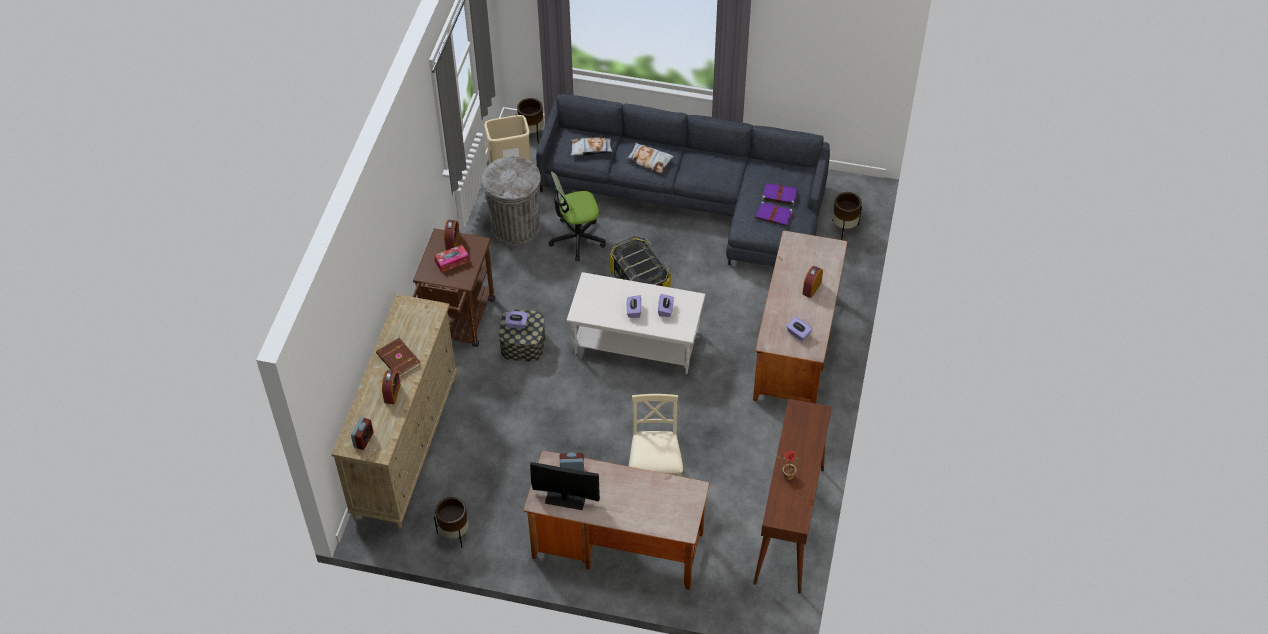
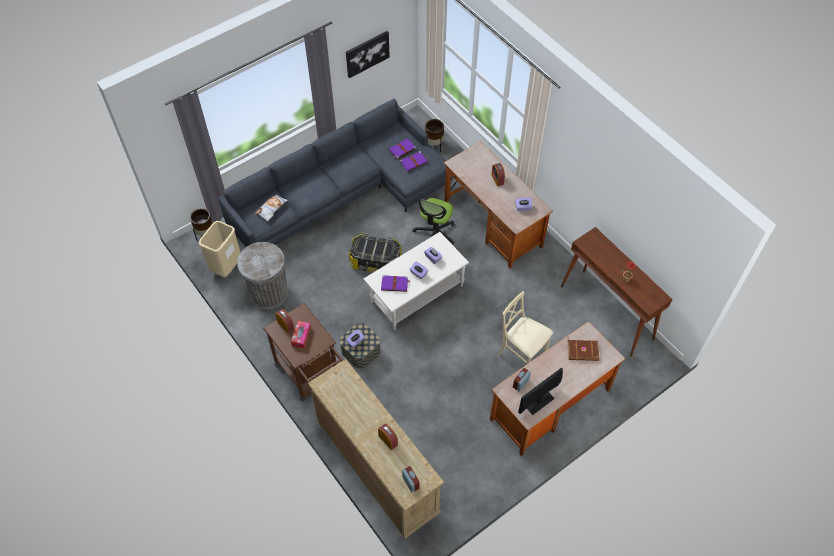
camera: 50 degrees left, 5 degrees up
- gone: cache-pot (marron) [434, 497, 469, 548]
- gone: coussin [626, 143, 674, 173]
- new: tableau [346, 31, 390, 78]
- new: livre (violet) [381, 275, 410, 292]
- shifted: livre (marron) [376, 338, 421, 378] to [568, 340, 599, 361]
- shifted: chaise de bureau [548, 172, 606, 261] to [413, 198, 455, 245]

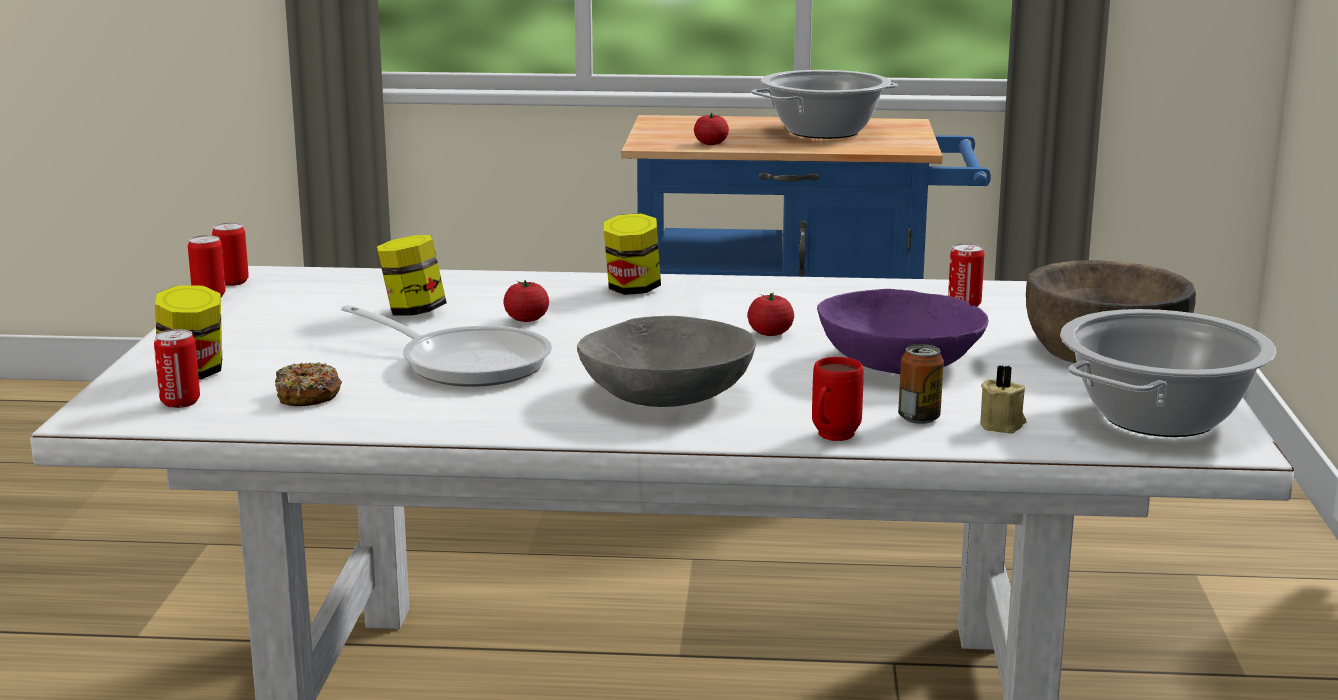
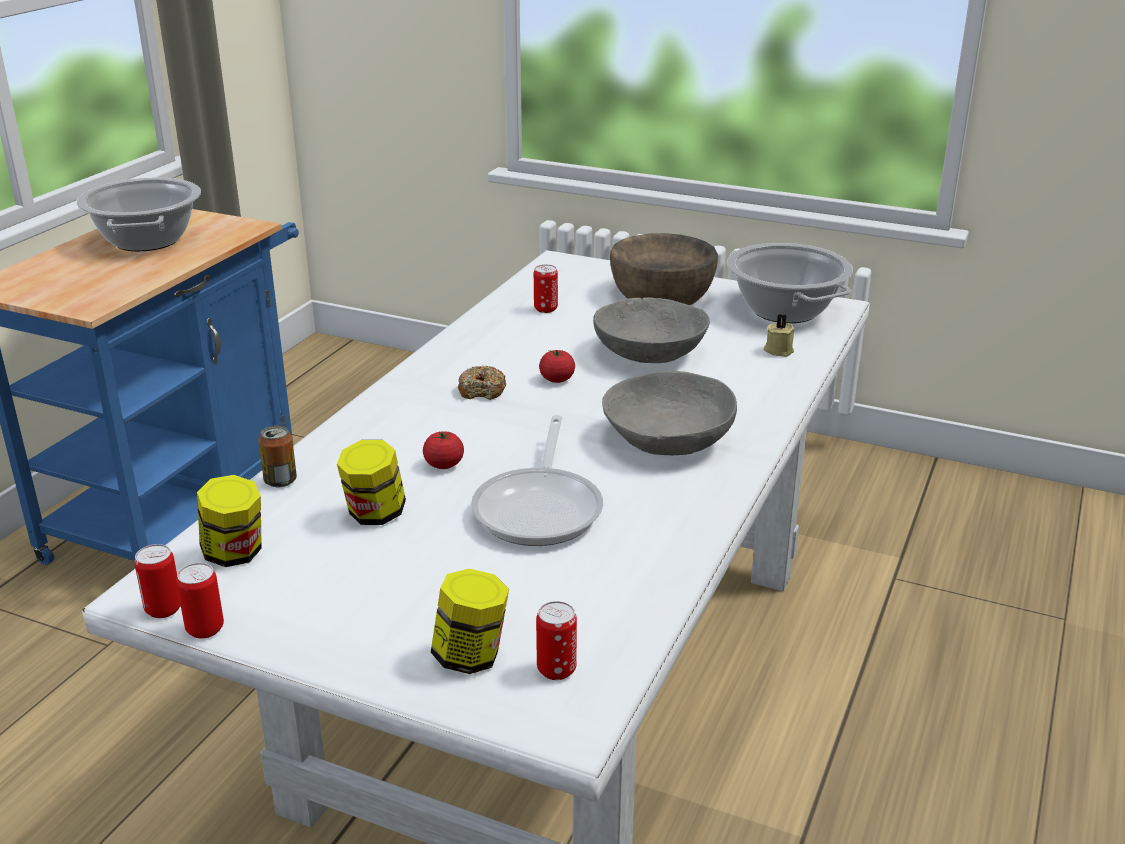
camera: 70 degrees left, 10 degrees up
- gone: tomate [694, 113, 729, 145]
- gone: mug (rouge) [812, 357, 864, 441]
- shifted: beignet [275, 362, 342, 406] to [458, 366, 506, 400]
- shifted: bocal [604, 213, 661, 295] to [197, 475, 262, 567]
- shifted: boîte métallique [898, 344, 944, 424] to [259, 425, 297, 487]
- repainted: bol (violet) [817, 289, 988, 374] to bol (gris) [593, 297, 710, 363]
- rotated: poêle [341, 305, 552, 387] = [471, 415, 603, 546] 135 degrees clockwise

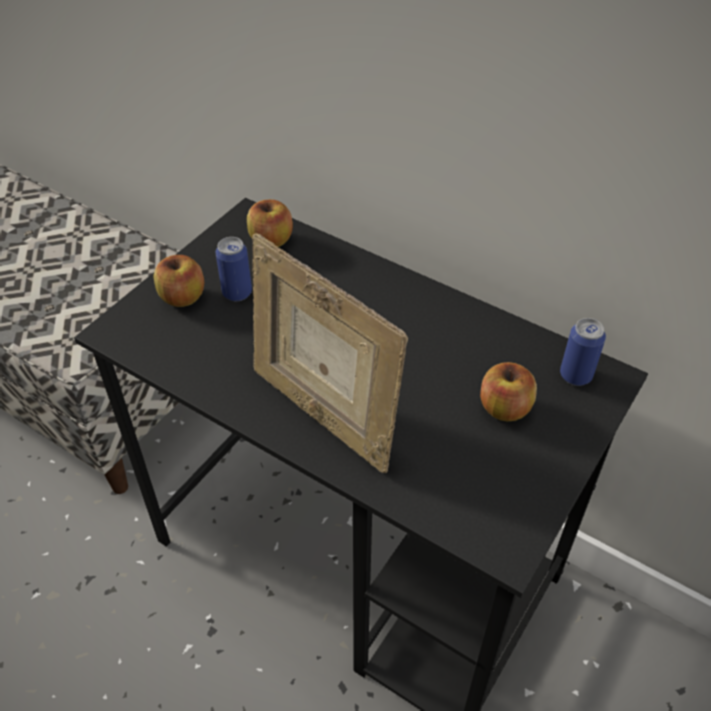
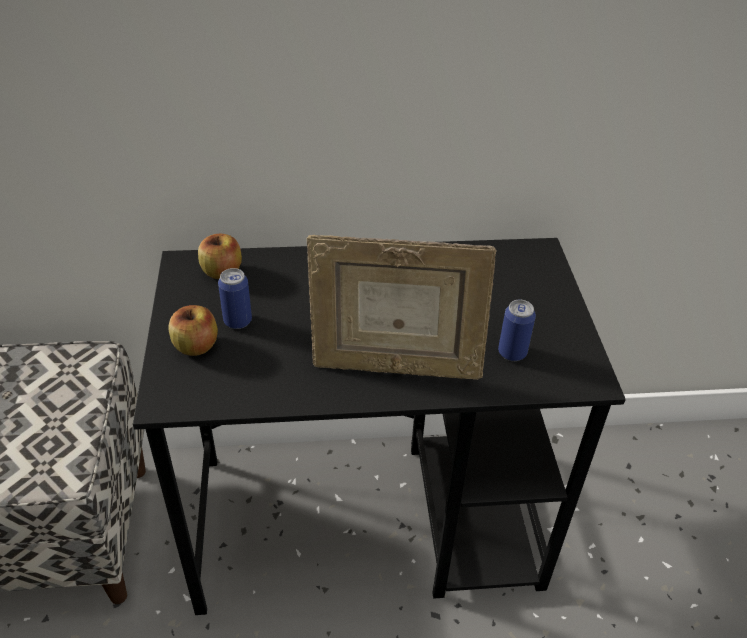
camera: 40 degrees left, 5 degrees down
- gone: pomme [480, 362, 537, 421]
- shifted: boîte métallique [560, 318, 606, 386] to [498, 300, 536, 361]

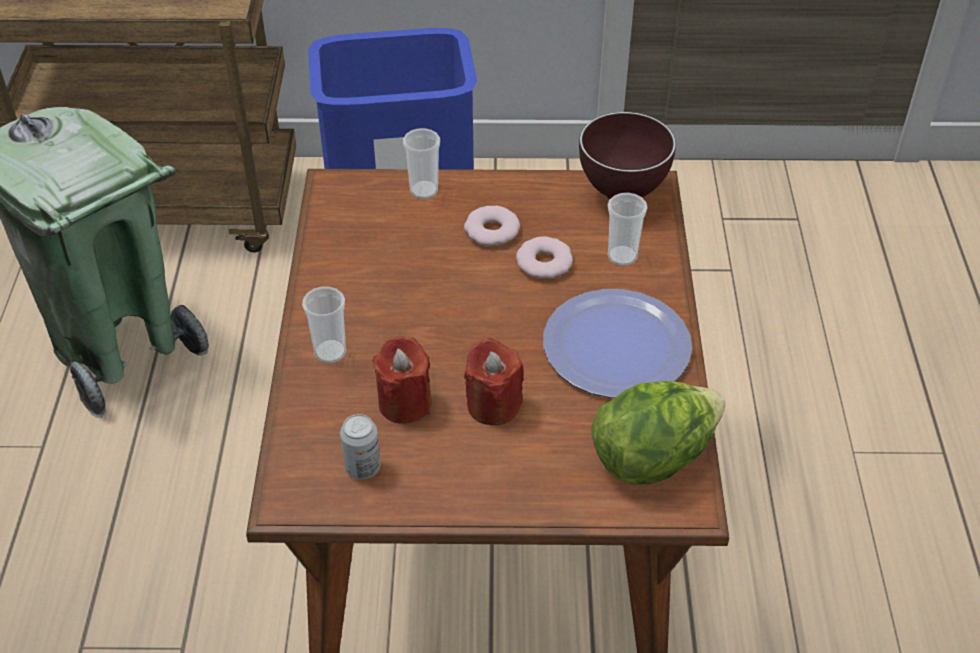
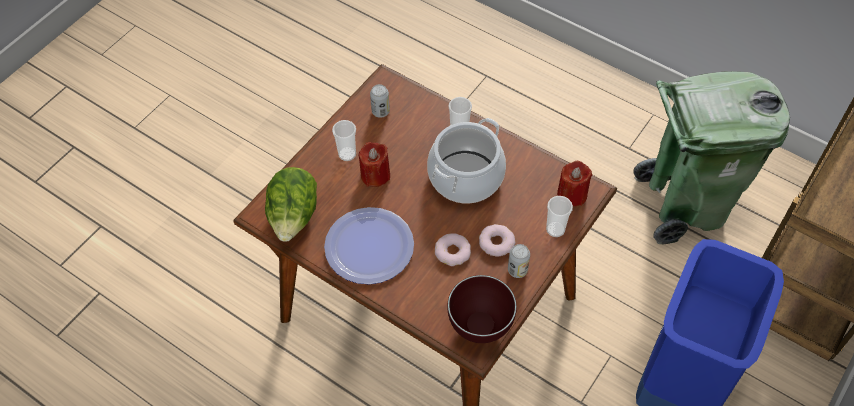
camera: 125 degrees right, 10 degrees up
- new: marmite [427, 118, 506, 203]
- new: boîte métallique [508, 244, 530, 278]
- shifted: bougie (rouge) [373, 336, 432, 424] to [557, 161, 592, 207]
- shifted: tasse [608, 193, 648, 266] to [332, 120, 356, 161]

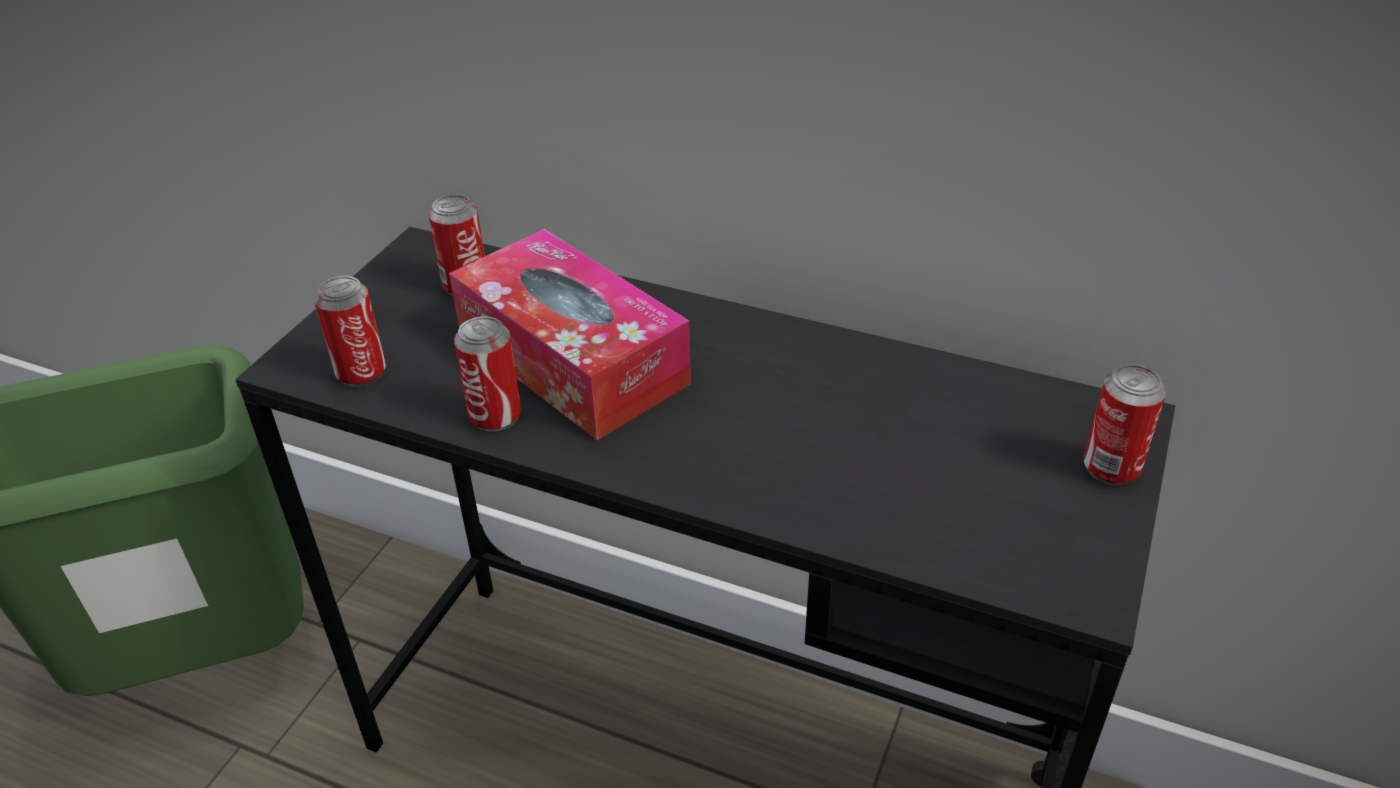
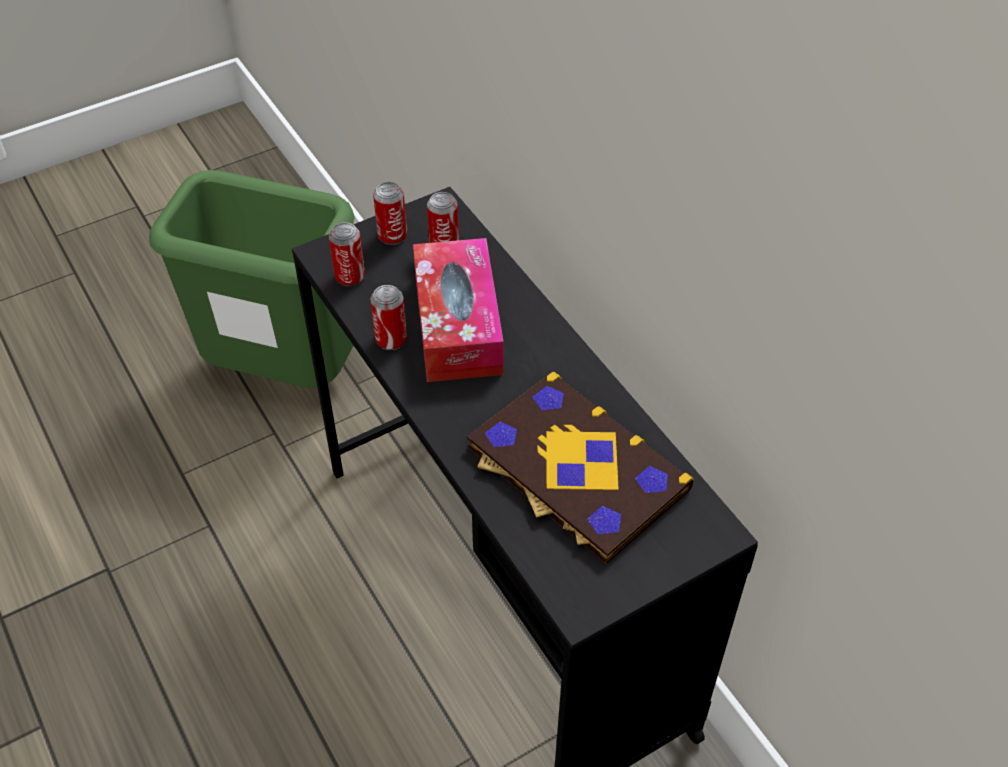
camera: 35 degrees right, 10 degrees up
- new: livre [467, 372, 694, 564]
- shifted: boîte métallique [1083, 364, 1166, 486] to [373, 182, 407, 245]

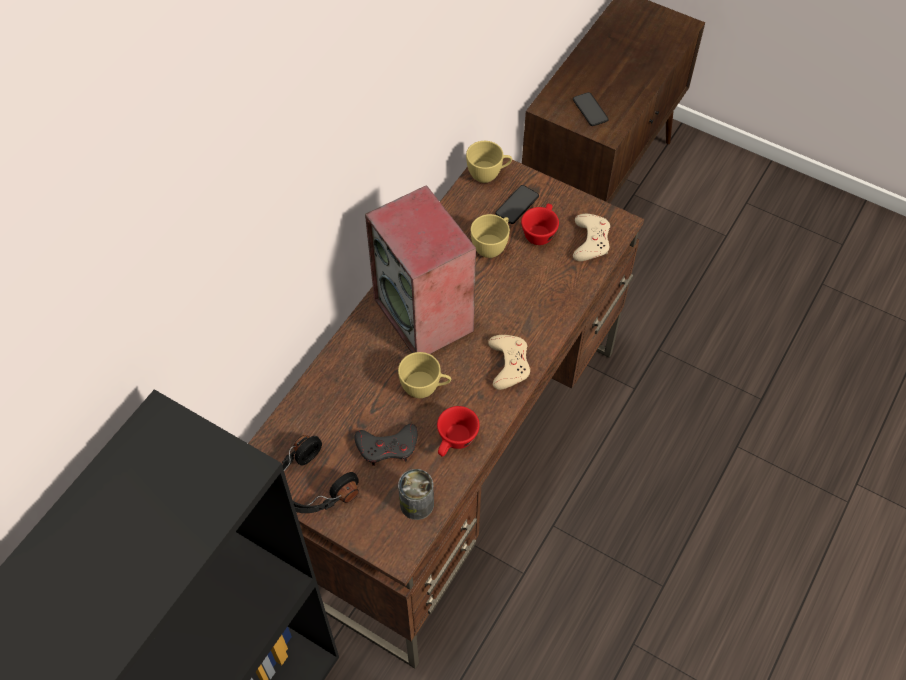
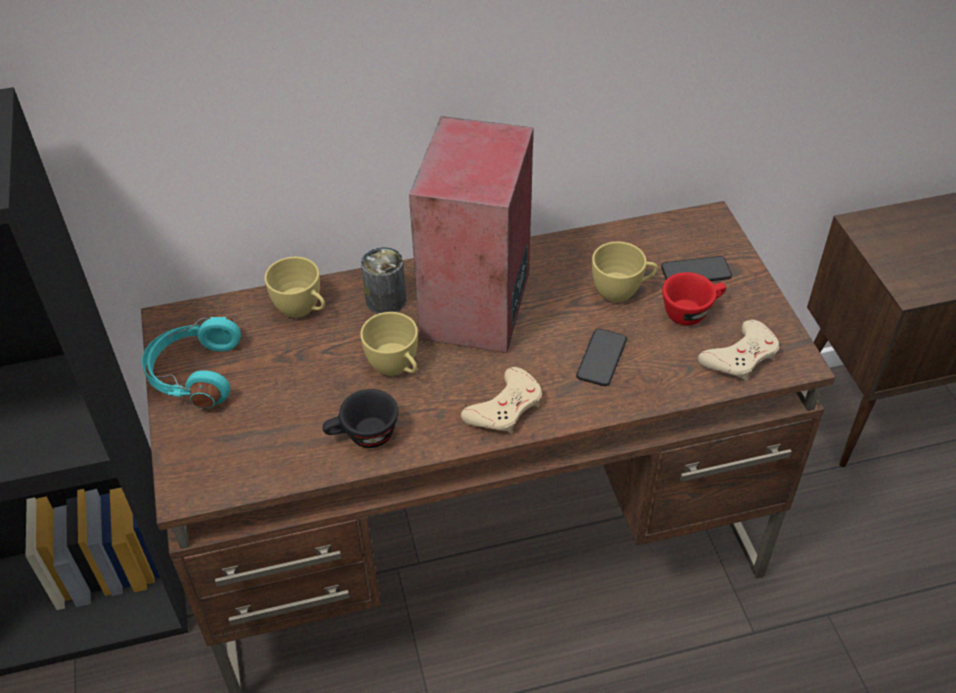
camera: 45 degrees right, 10 degrees down
- gone: manette (gris) [354, 424, 418, 466]
- shifted: boîte métallique [398, 469, 434, 520] to [361, 247, 406, 314]
- shifted: tasse (jaune) [466, 141, 512, 183] to [264, 257, 325, 318]
- shifted: téléphone [573, 92, 609, 126] to [576, 329, 627, 386]
- repainted: casque audio (noir) [282, 435, 359, 513] to casque audio (turquoise) [142, 315, 241, 409]
- repainted: tasse (rouge) [437, 406, 480, 457] to tasse (noir) [323, 389, 398, 448]

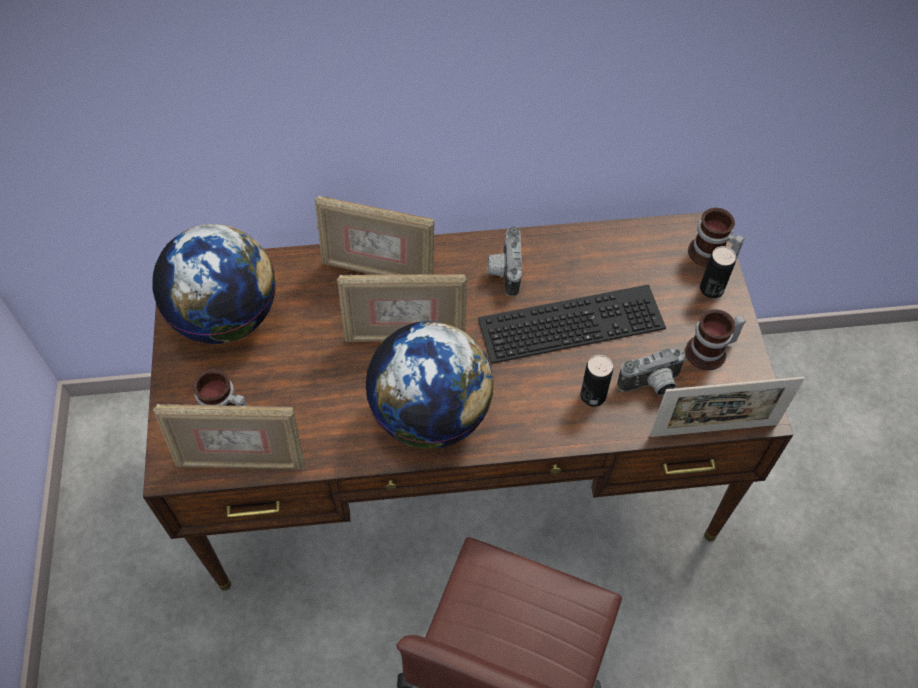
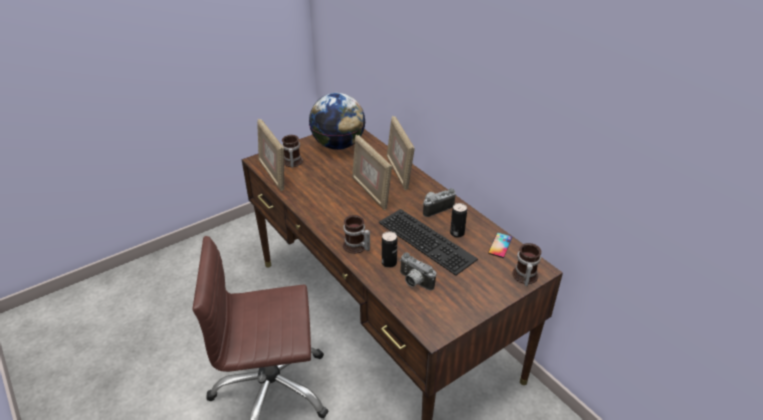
camera: 60 degrees right, 20 degrees down
- gone: globe [365, 321, 494, 449]
- gone: cadre photo [649, 377, 805, 437]
- new: téléphone [488, 233, 512, 258]
- shifted: mug [685, 310, 746, 370] to [343, 215, 370, 254]
- shifted: boîte métallique [700, 246, 736, 298] to [450, 203, 467, 238]

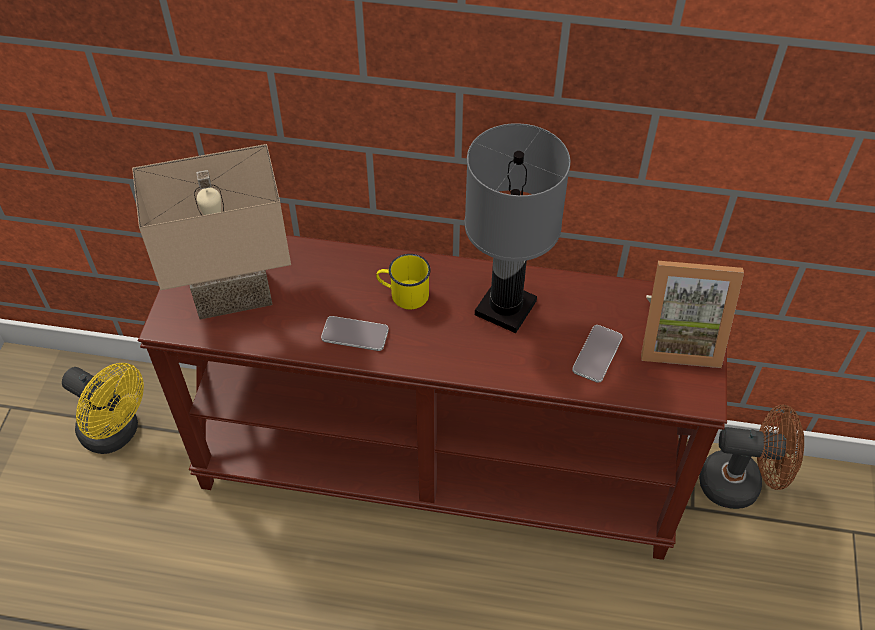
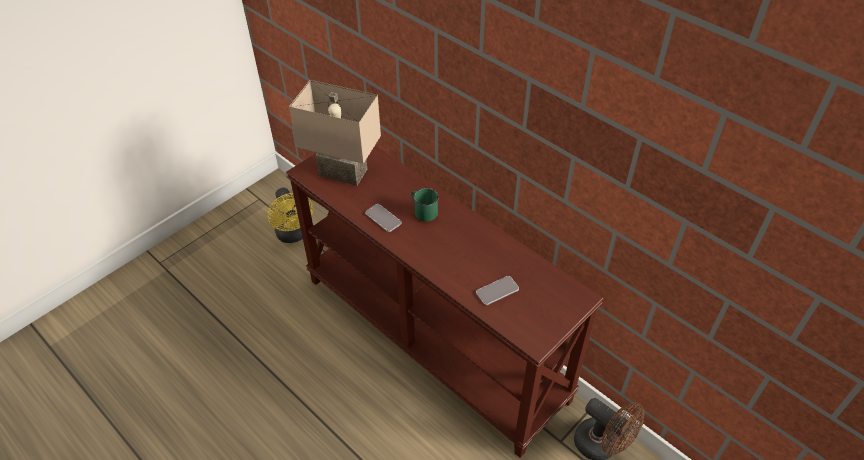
camera: 35 degrees right, 5 degrees down
- gone: lampe de table (gris) [465, 123, 570, 333]
- gone: cadre photo [641, 261, 744, 368]
- repainted: mug (jaune) [376, 254, 431, 309] to mug (vert) [411, 188, 439, 222]

